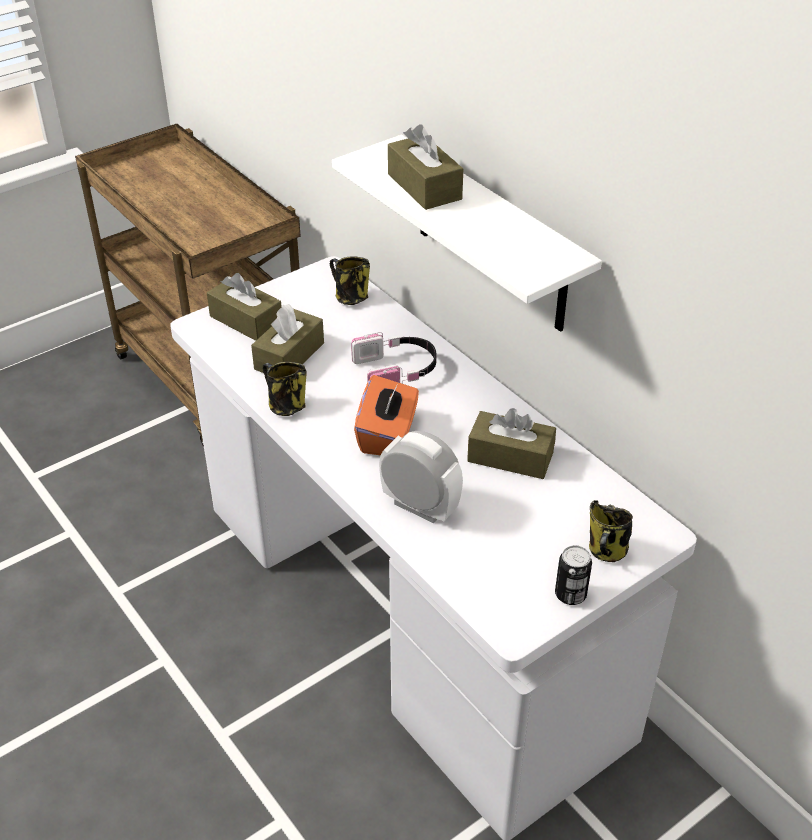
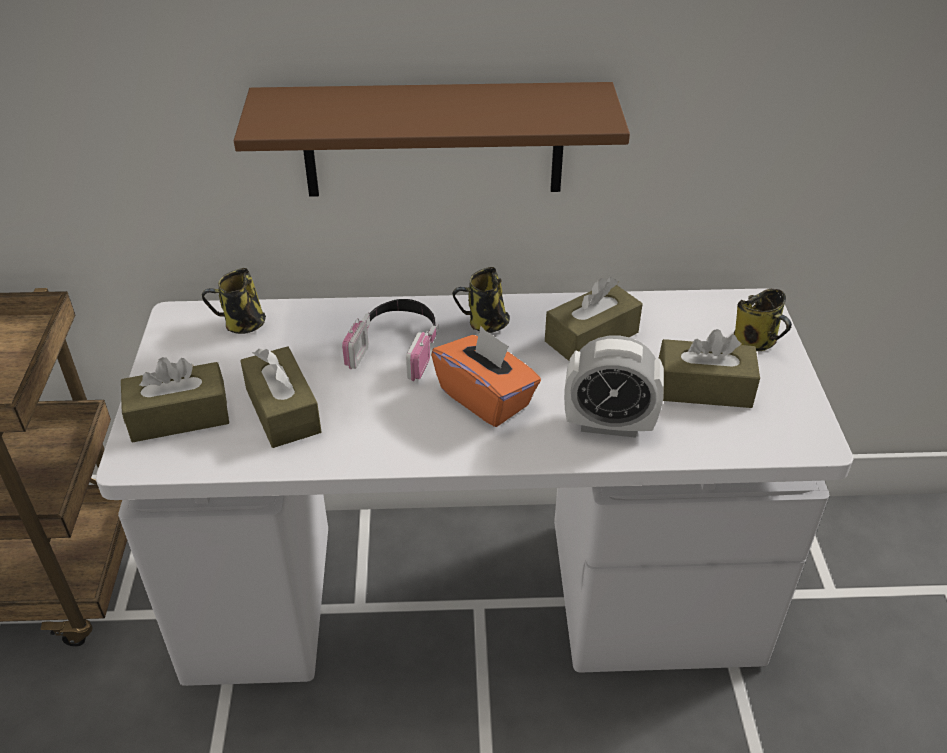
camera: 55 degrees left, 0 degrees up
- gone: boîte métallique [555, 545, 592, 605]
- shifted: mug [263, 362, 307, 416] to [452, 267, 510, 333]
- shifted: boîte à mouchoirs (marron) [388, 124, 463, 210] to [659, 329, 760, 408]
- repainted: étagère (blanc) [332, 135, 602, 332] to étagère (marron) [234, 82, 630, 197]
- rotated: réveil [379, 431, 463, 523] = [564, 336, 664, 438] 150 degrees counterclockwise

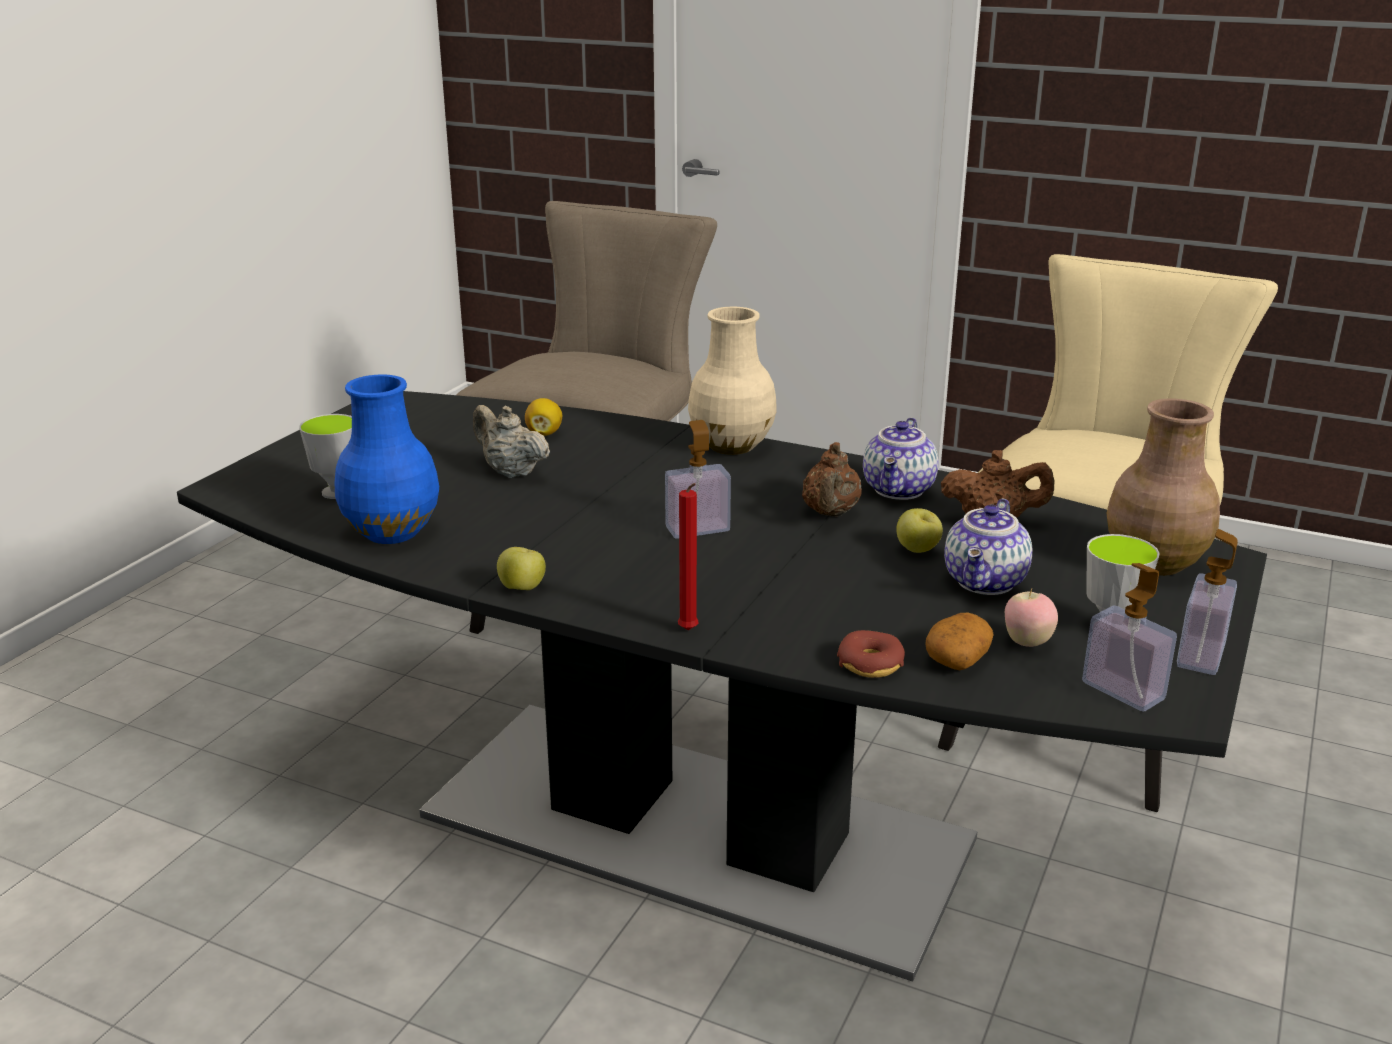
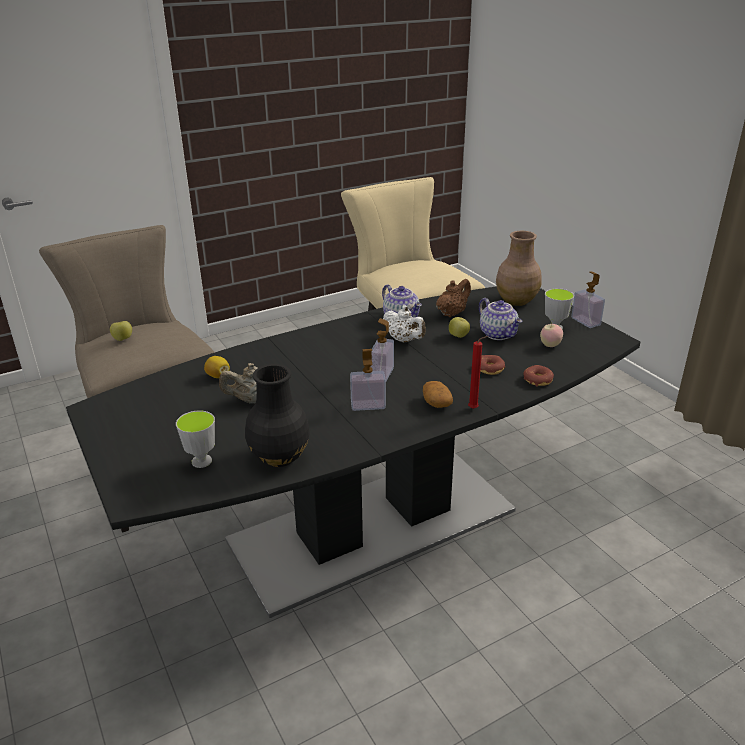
camera: 55 degrees left, 5 degrees up
- gone: vase (beige) [688, 307, 777, 455]
- new: beignet [480, 355, 505, 375]
- shifted: pomme [497, 547, 546, 590] to [110, 321, 132, 341]
- shifted: pomme de terre [925, 613, 994, 671] to [423, 381, 453, 408]
- shifted: distributeur de savon [1082, 563, 1177, 712] to [350, 349, 386, 411]
- repainted: vase (bleu) [334, 374, 439, 544] to vase (noir) [245, 364, 310, 467]
- repainted: théière (marron) [802, 442, 862, 517] to théière (blanc) [383, 305, 426, 343]

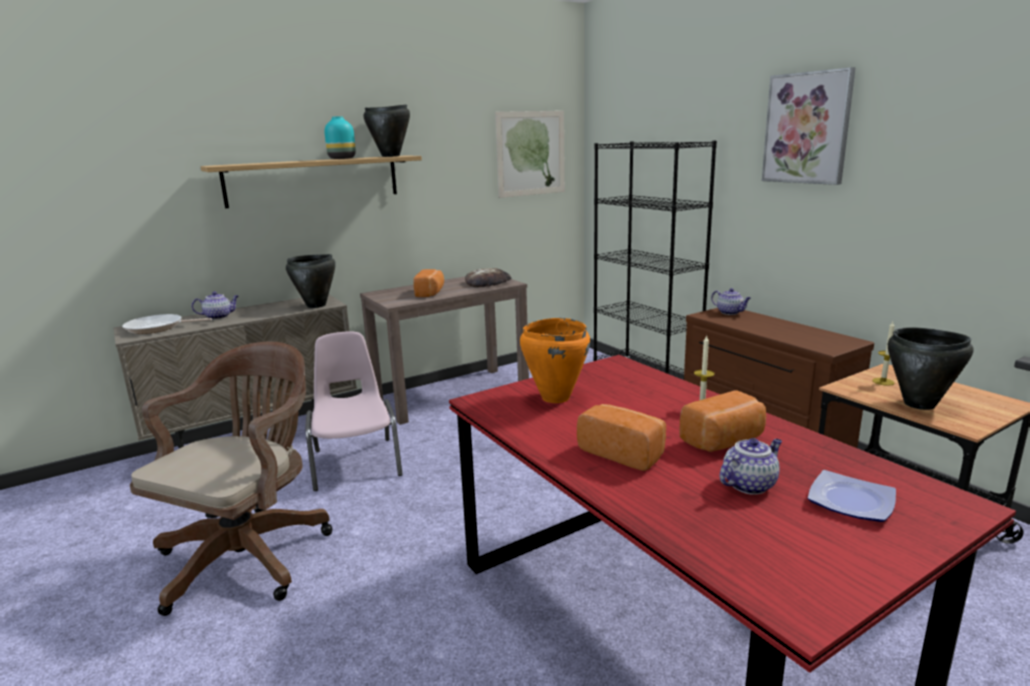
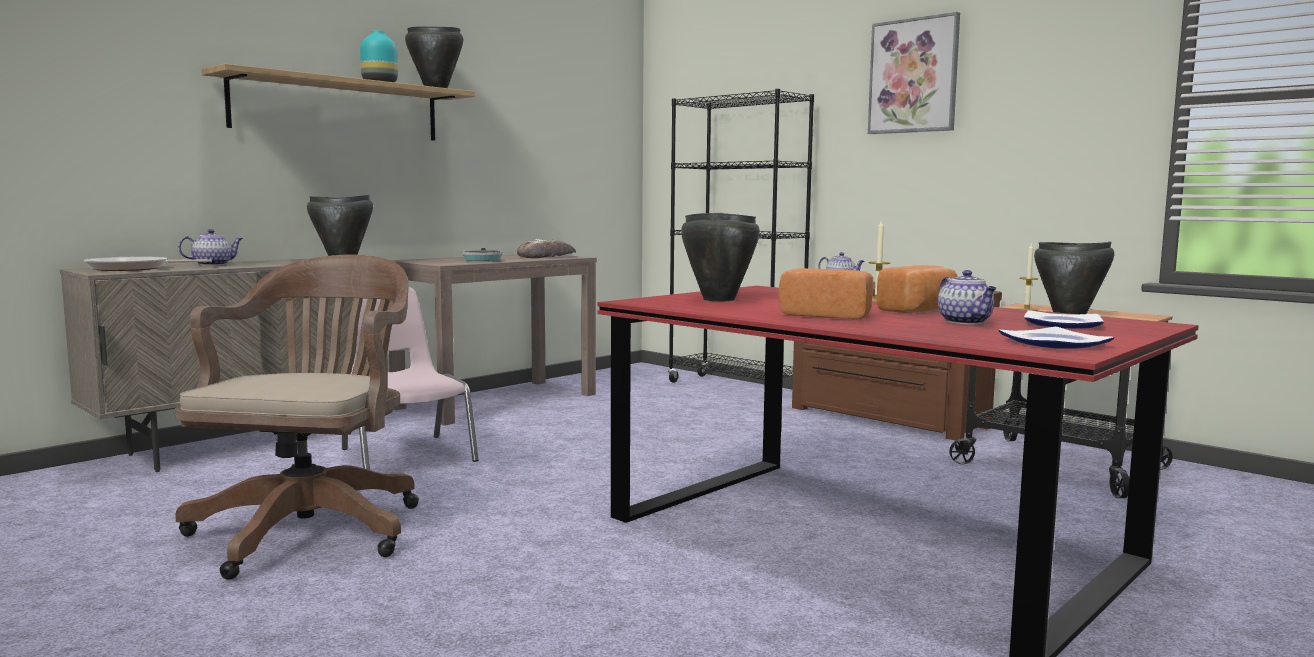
camera: 15 degrees left, 10 degrees down
- gone: tableau [495, 111, 565, 198]
- new: assiette [999, 327, 1114, 349]
- swapped: pain [413, 269, 444, 297] to poêle [461, 248, 503, 262]
- repainted: marmite (orange) [520, 318, 590, 403] to marmite (noir) [681, 212, 760, 301]
- rotated: théière [720, 438, 782, 495] = [938, 270, 996, 324] 120 degrees clockwise

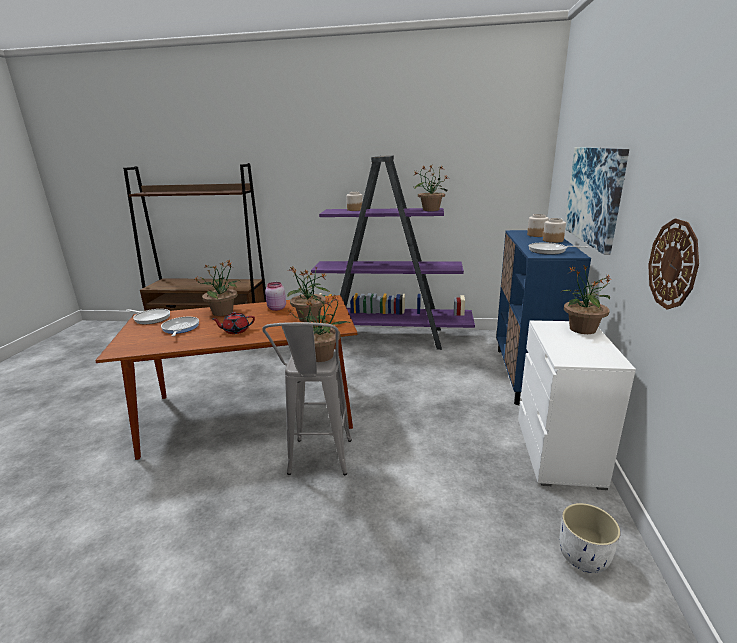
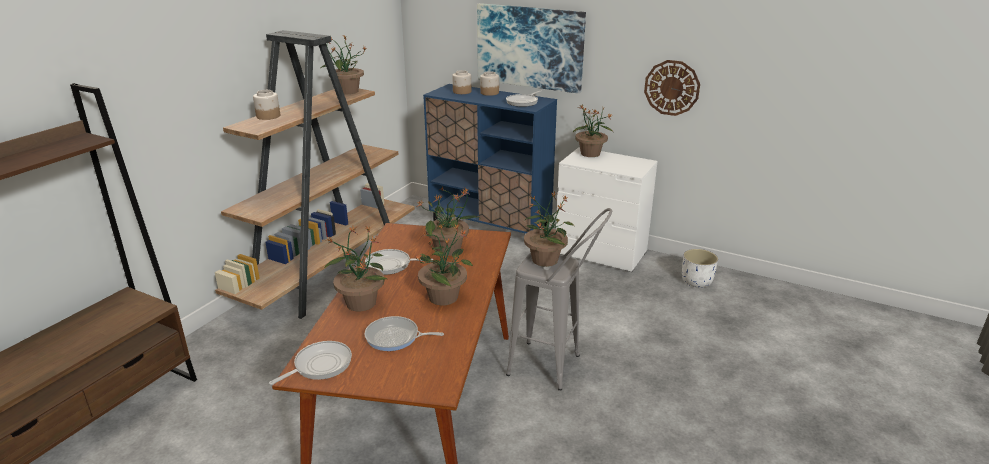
camera: 70 degrees left, 5 degrees up
- swapped: théière (rouge) [213, 312, 255, 334] to plante en pot [416, 223, 473, 305]
- swapped: bocal (rose) [265, 282, 286, 311] to poêle [365, 249, 434, 275]
- repainted: bibliothèque (violet) [311, 155, 475, 350] to bibliothèque (marron) [215, 30, 415, 319]

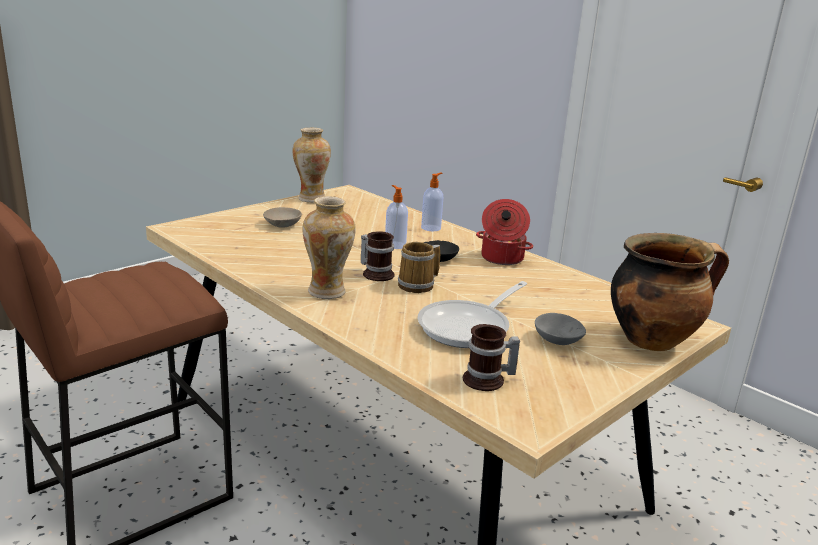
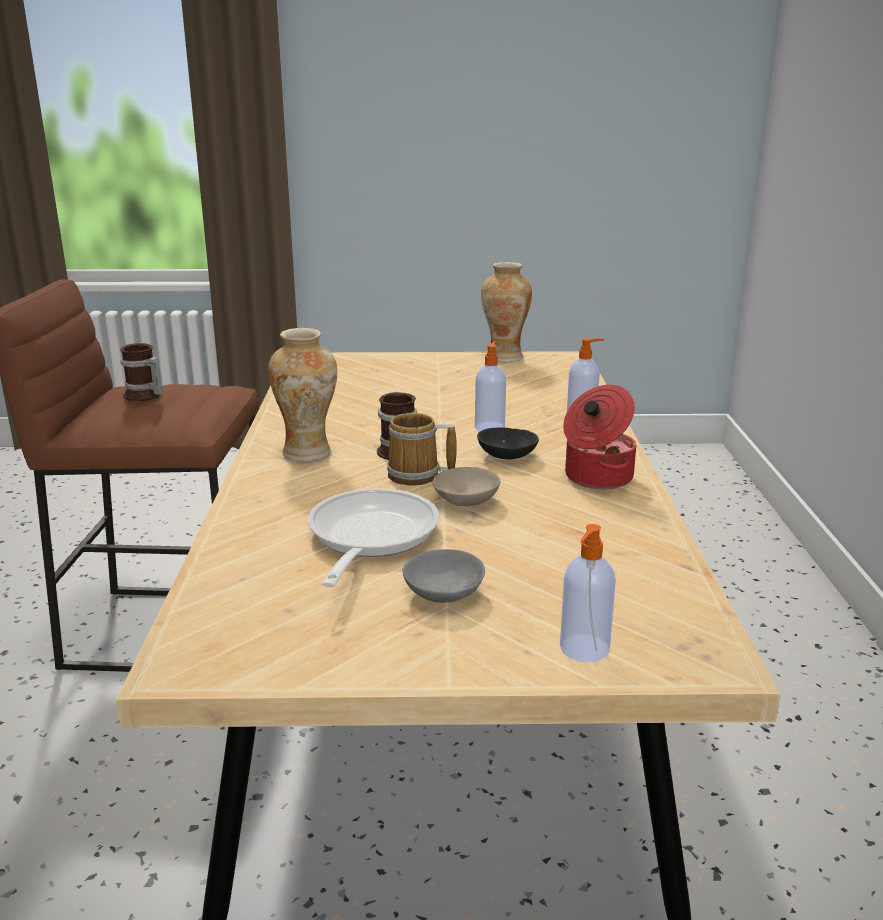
camera: 45 degrees right, 0 degrees up
- shifted: bol (beige) [263, 207, 302, 228] to [433, 467, 500, 506]
- shifted: mug [463, 324, 520, 391] to [120, 343, 163, 401]
- swapped: marmite [611, 233, 729, 351] to distributeur de savon [560, 524, 616, 662]
- rotated: poêle [418, 281, 527, 348] = [308, 488, 440, 587] 105 degrees clockwise

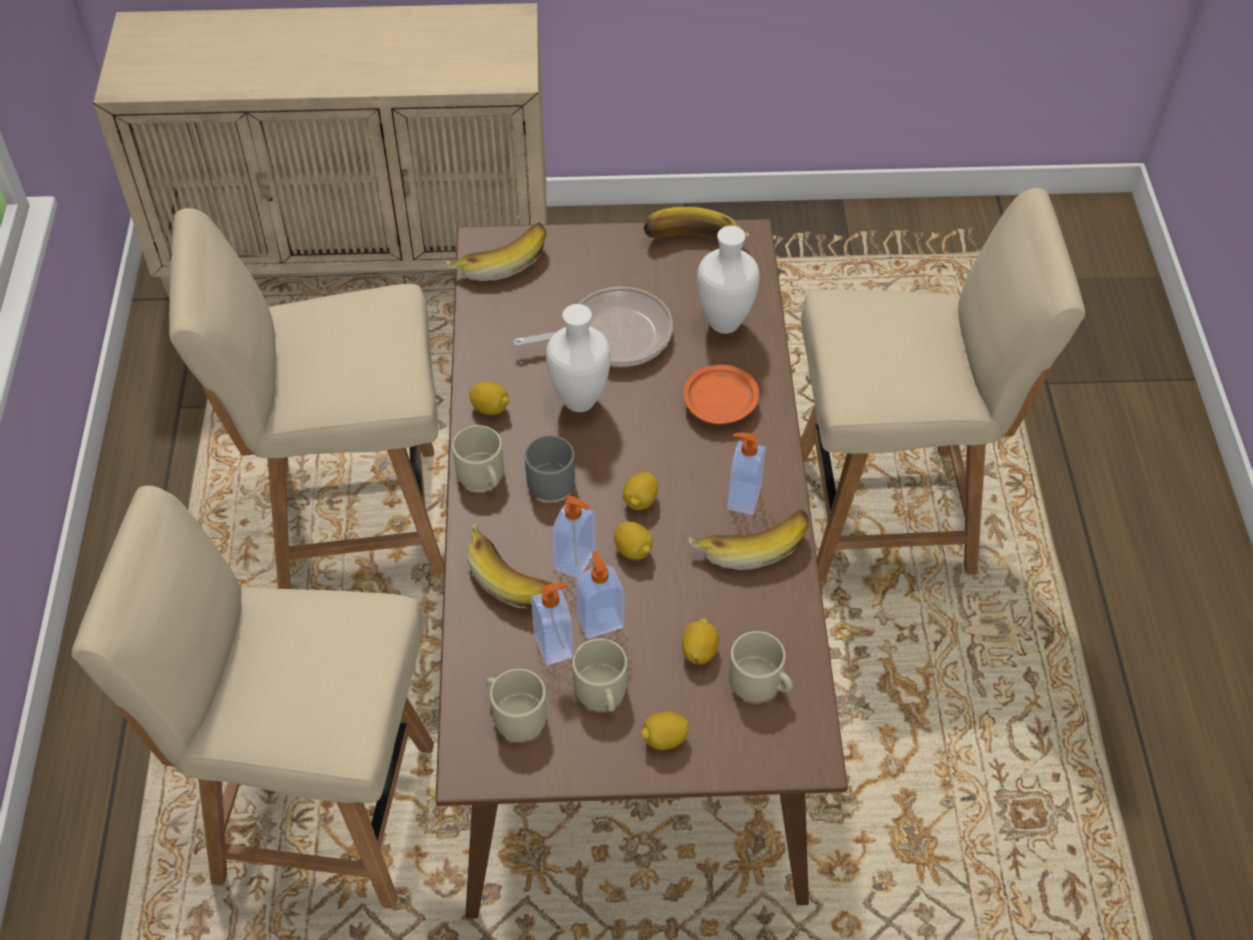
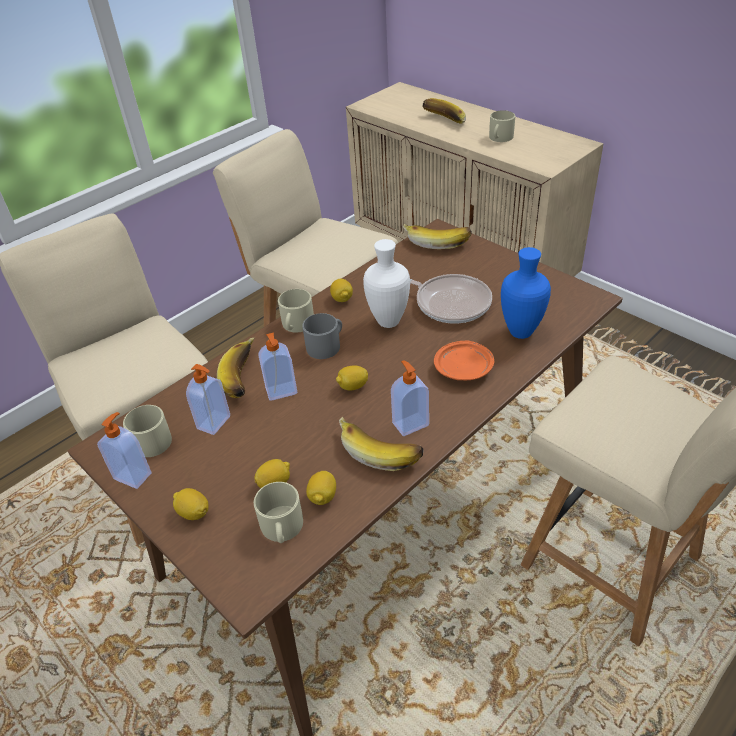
camera: 50 degrees right, 10 degrees down
- shifted: mug (beige) [572, 639, 627, 712] to [489, 110, 515, 142]
- shifted: distributeur de savon [576, 551, 625, 639] to [97, 412, 151, 489]
- shifted: citron [614, 521, 653, 560] to [306, 471, 336, 505]
- shifted: banane [644, 207, 749, 238] to [423, 98, 466, 123]
- repainted: vase (blanc) [697, 226, 760, 334] to vase (bleu) [501, 247, 551, 339]

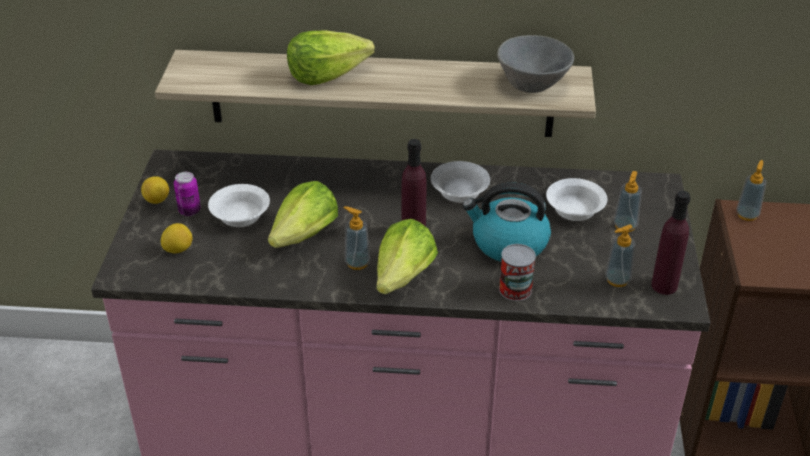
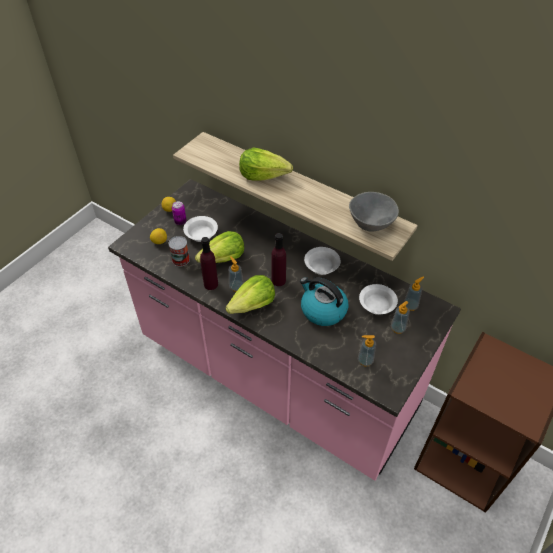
camera: 30 degrees right, 10 degrees up
- shifted: boîte métallique [499, 244, 536, 301] to [169, 236, 190, 267]
- shifted: bouteille (violet) [651, 191, 690, 295] to [200, 237, 218, 290]
- shifted: distributeur de savon [736, 160, 766, 221] to [404, 277, 424, 311]

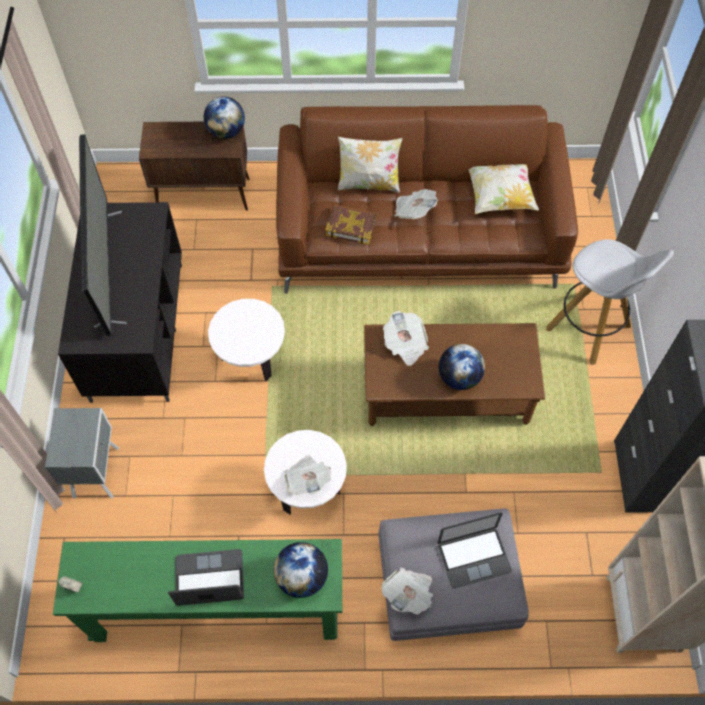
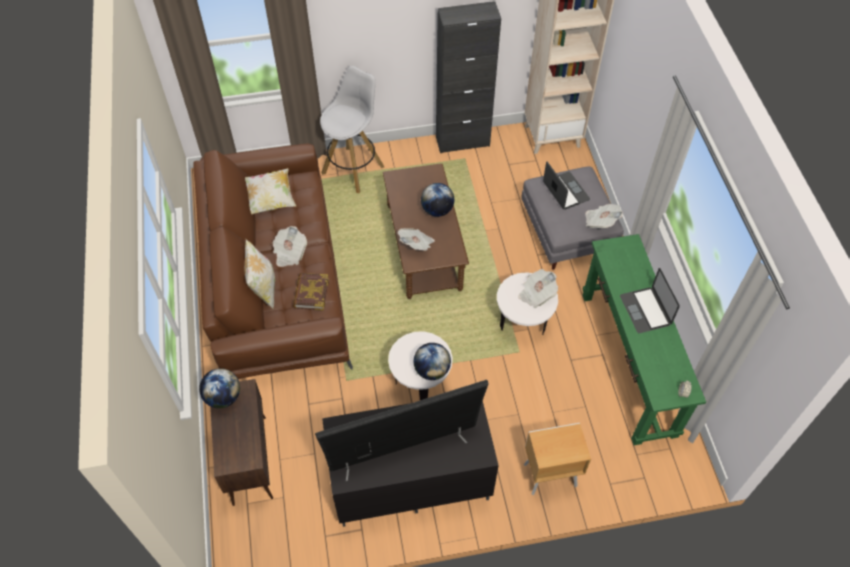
camera: 100 degrees left, 5 degrees down
- shifted: globe [274, 542, 328, 598] to [414, 343, 451, 380]
- repainted: table de chevet (gris) [45, 408, 119, 499] to table de chevet (marron) [524, 423, 591, 495]

